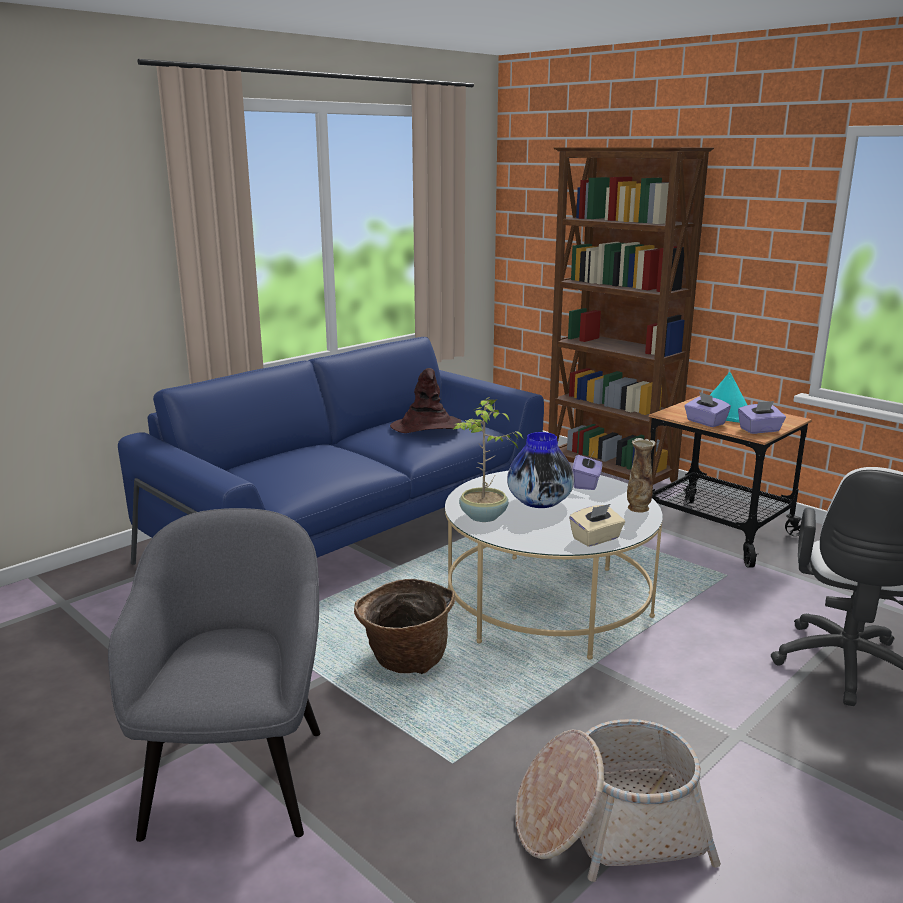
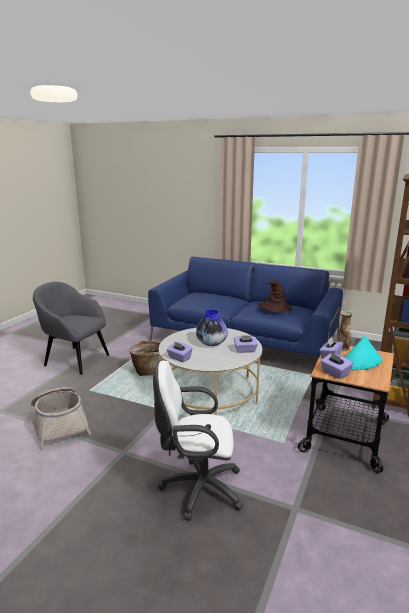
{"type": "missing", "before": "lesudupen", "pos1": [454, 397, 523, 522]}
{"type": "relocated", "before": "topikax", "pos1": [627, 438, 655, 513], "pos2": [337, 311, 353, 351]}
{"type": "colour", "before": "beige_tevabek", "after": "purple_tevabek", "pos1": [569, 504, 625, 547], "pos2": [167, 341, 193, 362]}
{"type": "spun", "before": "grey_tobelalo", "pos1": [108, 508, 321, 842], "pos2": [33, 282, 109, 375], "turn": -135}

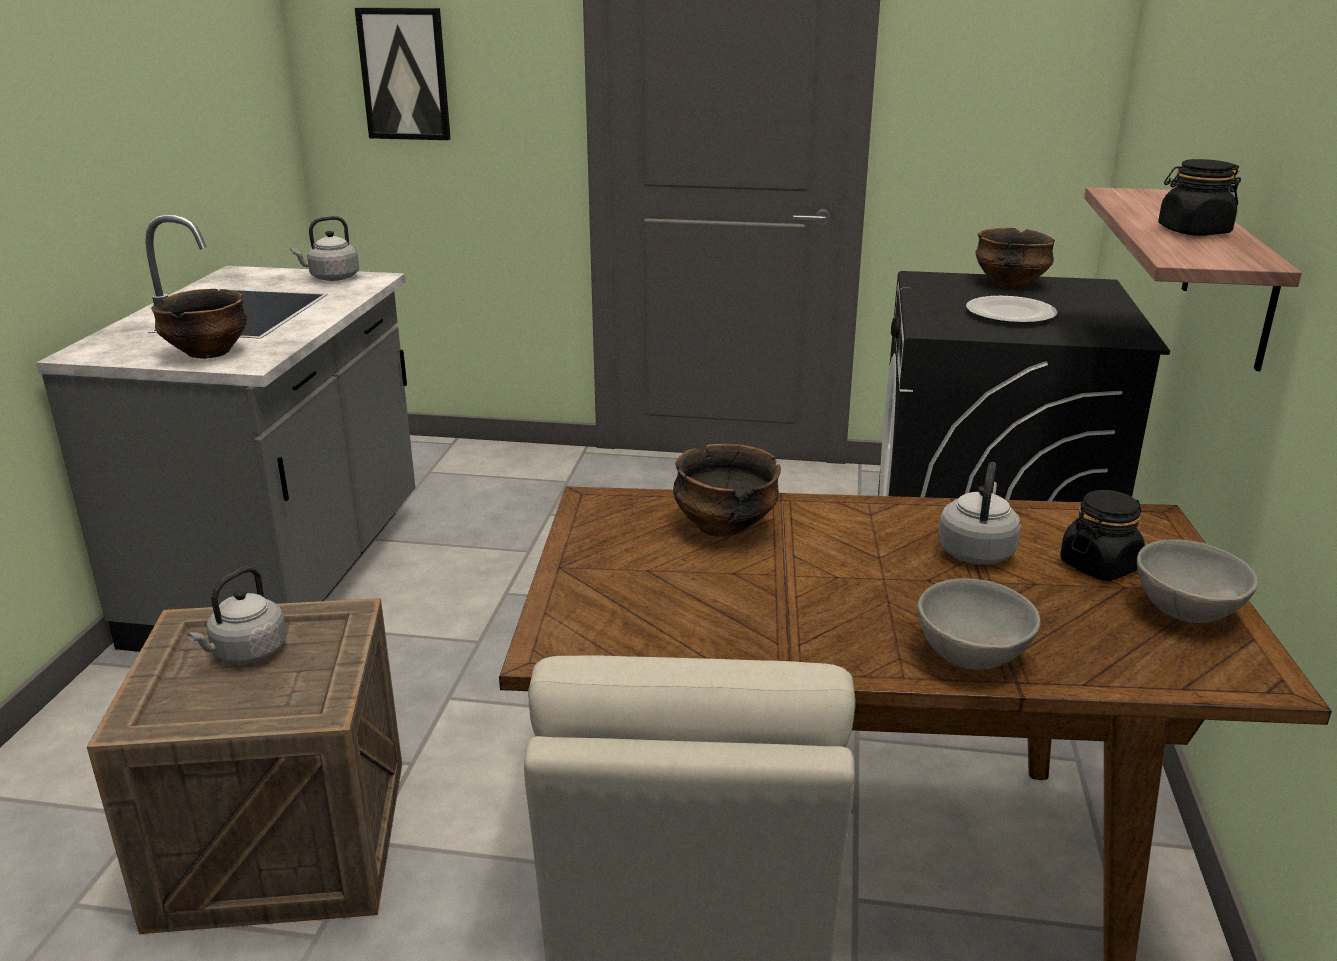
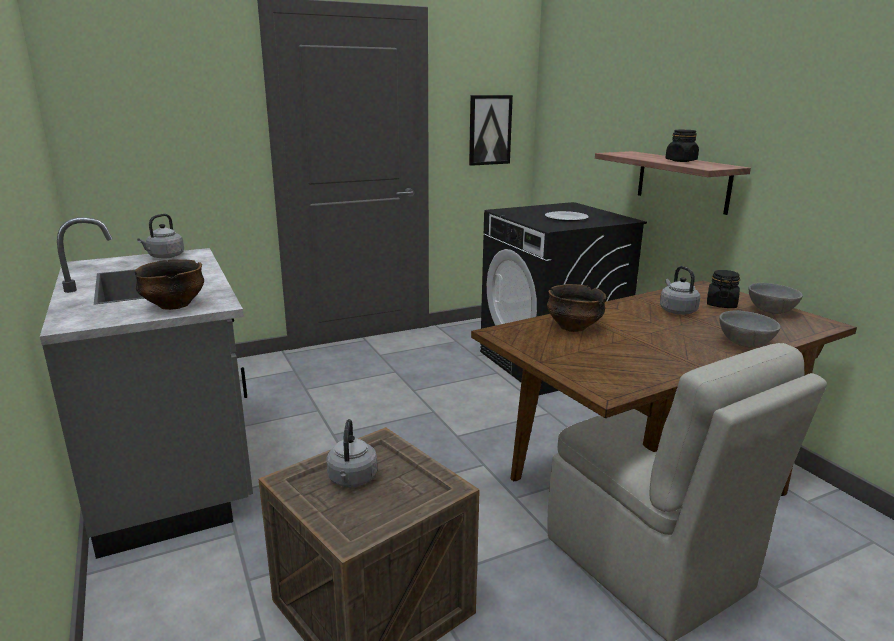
{"type": "missing", "before": "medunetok", "pos1": [975, 228, 1055, 289]}
{"type": "relocated", "before": "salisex", "pos1": [355, 7, 451, 140], "pos2": [469, 95, 513, 166]}

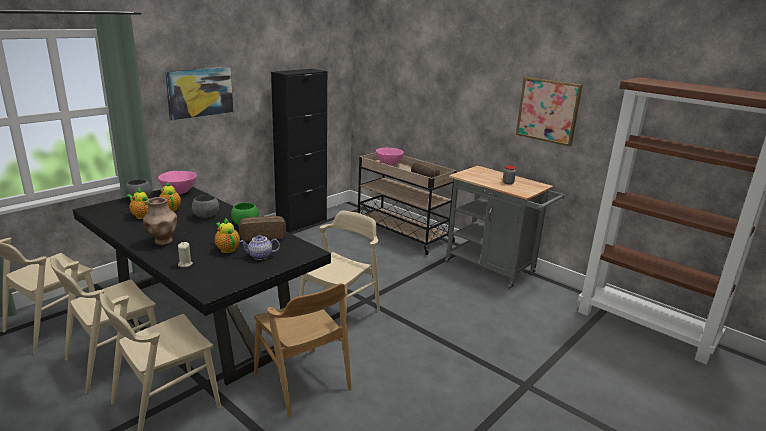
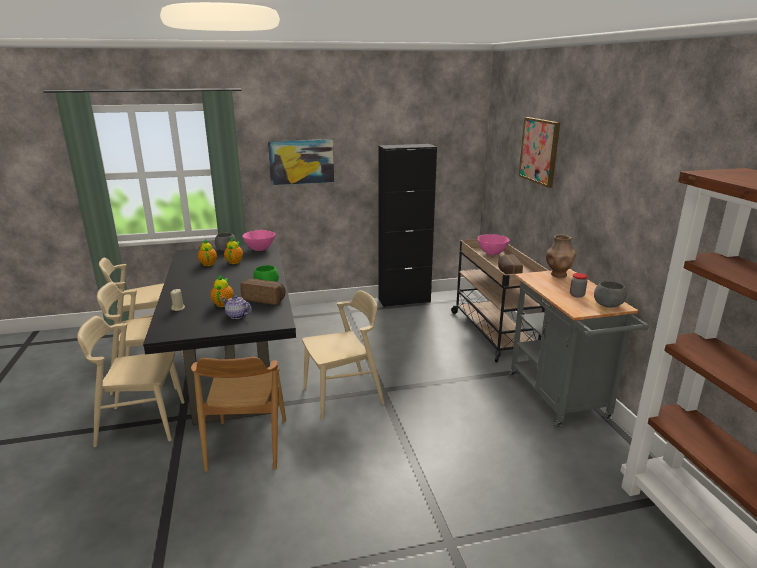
{"type": "relocated", "before": "brown_topikax", "pos1": [143, 197, 177, 245], "pos2": [546, 235, 576, 278]}
{"type": "relocated", "before": "grey_medunetok", "pos1": [192, 195, 219, 218], "pos2": [594, 281, 627, 308]}
{"type": "relocated", "before": "salisex", "pos1": [516, 77, 583, 146], "pos2": [519, 117, 560, 188]}

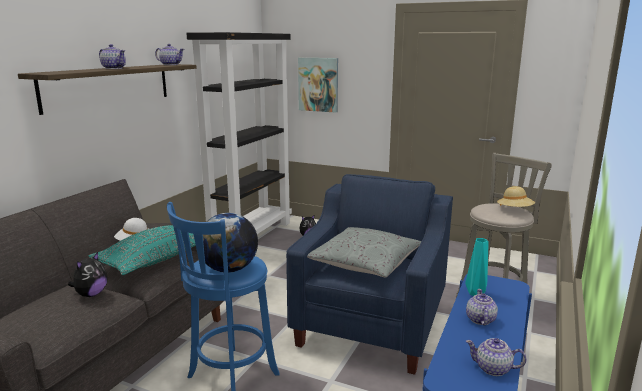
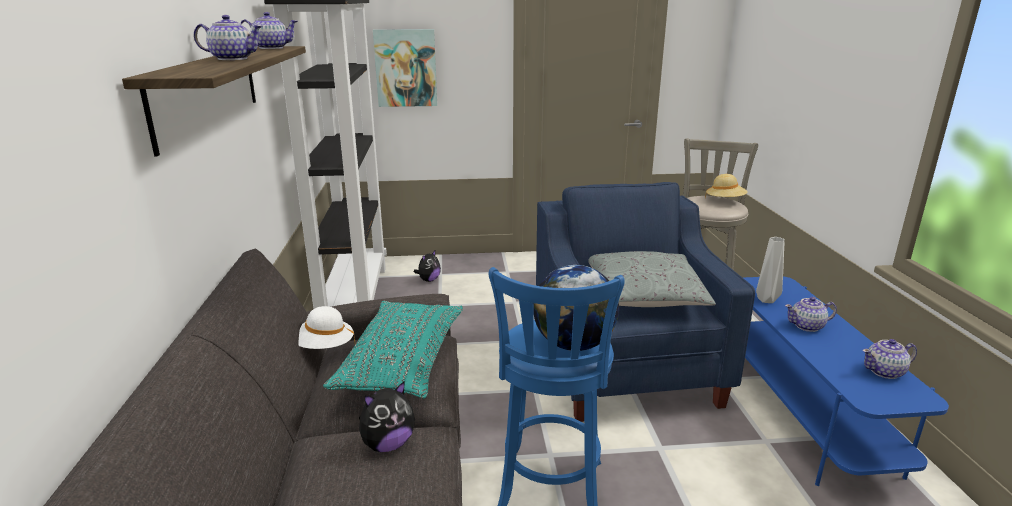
{"type": "colour", "before": "turquoise_topikax", "after": "grey_topikax", "pos1": [465, 238, 489, 296], "pos2": [756, 237, 785, 303]}
{"type": "spun", "before": "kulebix", "pos1": [68, 252, 107, 297], "pos2": [359, 382, 415, 452], "turn": 60}
{"type": "spun", "before": "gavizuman", "pos1": [466, 289, 498, 325], "pos2": [785, 297, 837, 332], "turn": -75}

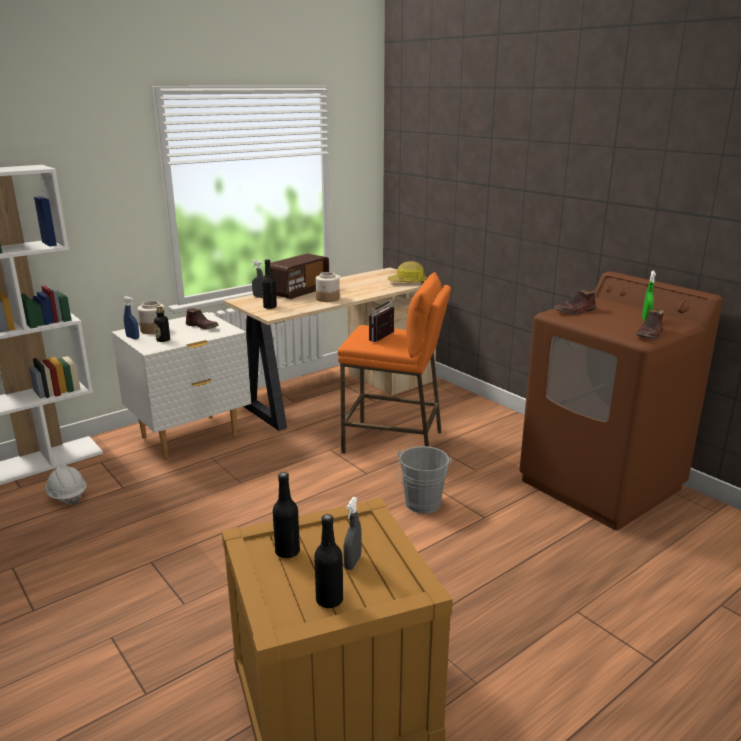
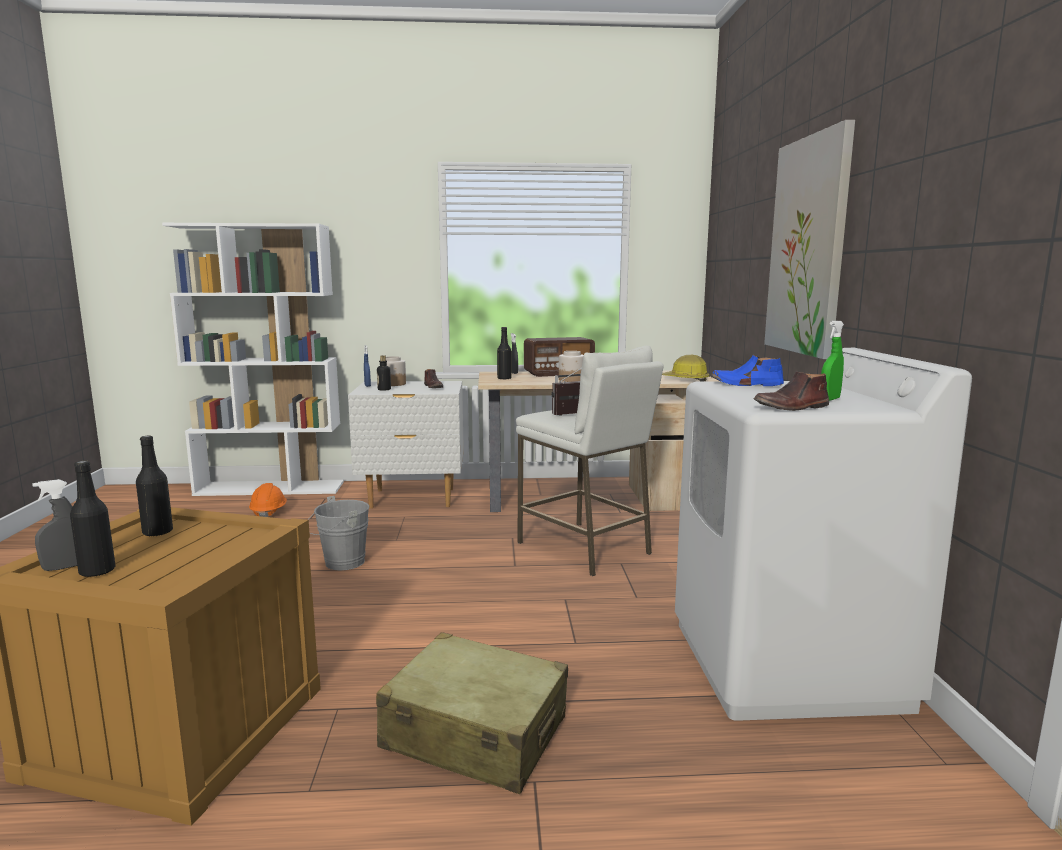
{"type": "appeared", "after": "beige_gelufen", "pos2": [376, 632, 568, 794]}
{"type": "appeared", "after": "salisex", "pos2": [764, 120, 855, 359]}
{"type": "relocated", "before": "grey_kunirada", "pos1": [344, 497, 362, 570], "pos2": [32, 479, 77, 571]}
{"type": "relocated", "before": "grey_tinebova", "pos1": [396, 446, 451, 514], "pos2": [308, 496, 369, 571]}
{"type": "colour", "before": "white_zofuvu", "after": "orange_zofuvu", "pos1": [45, 465, 86, 505], "pos2": [249, 483, 287, 517]}
{"type": "colour", "before": "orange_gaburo", "after": "white_gaburo", "pos1": [338, 272, 451, 453], "pos2": [516, 346, 663, 576]}
{"type": "colour", "before": "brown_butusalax", "after": "white_butusalax", "pos1": [520, 271, 723, 530], "pos2": [675, 348, 972, 721]}
{"type": "colour", "before": "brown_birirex", "after": "blue_birirex", "pos1": [554, 290, 596, 314], "pos2": [711, 355, 784, 386]}

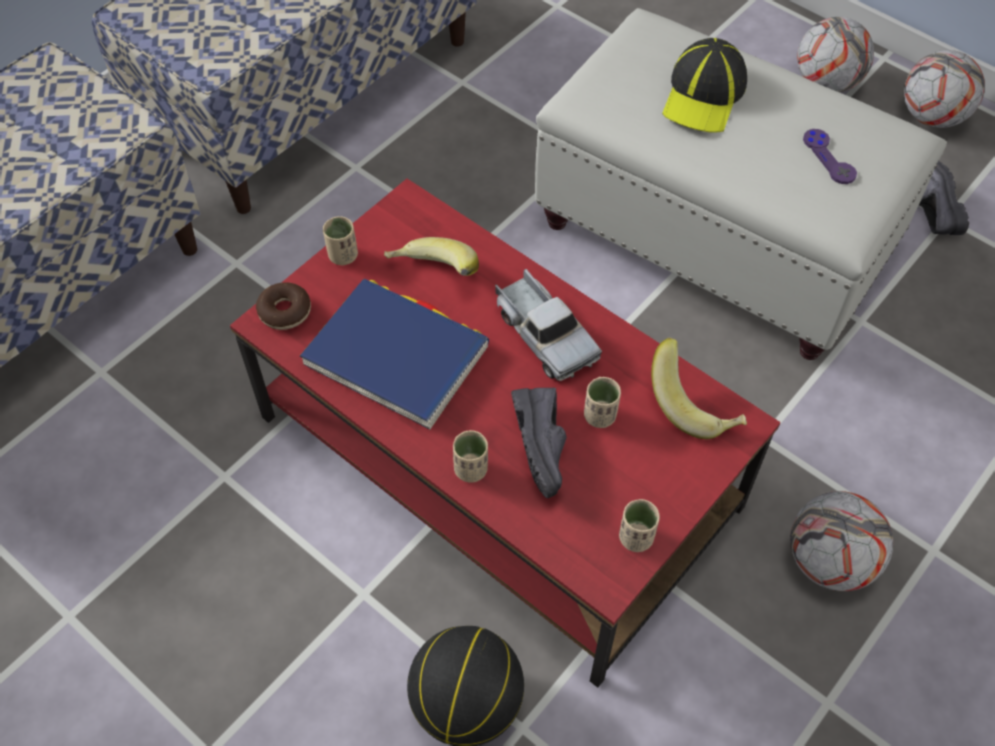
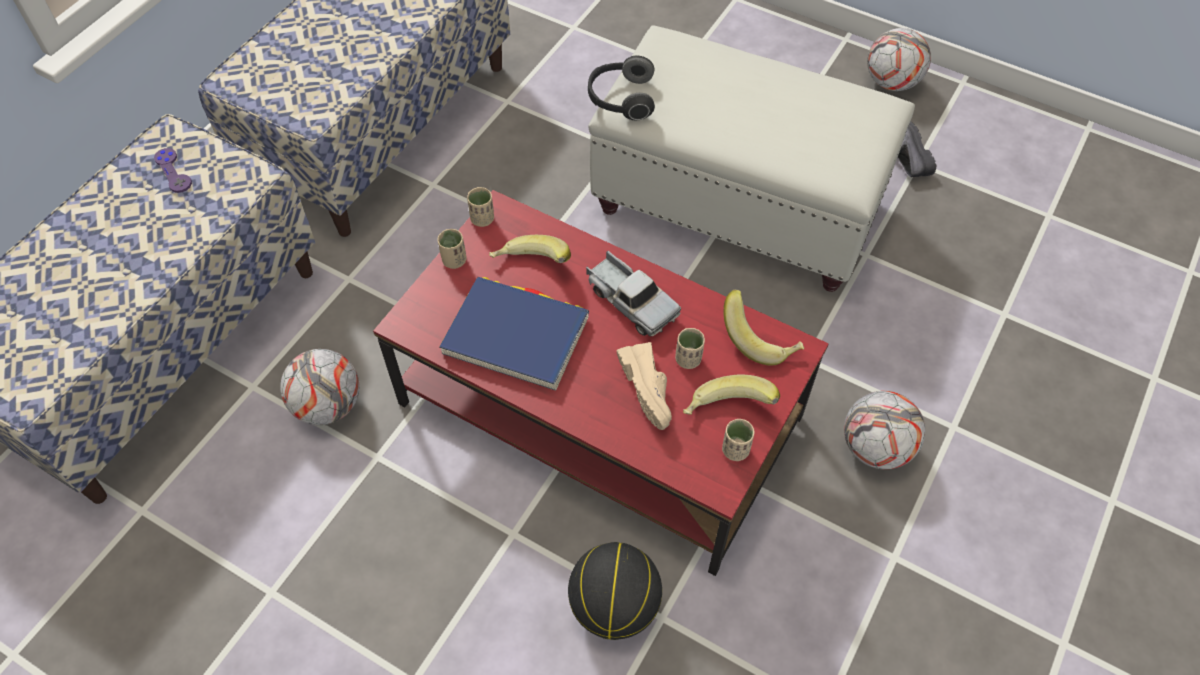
{"type": "missing", "before": "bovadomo", "pos1": [256, 282, 311, 330]}
{"type": "missing", "before": "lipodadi", "pos1": [662, 38, 747, 133]}
{"type": "appeared", "after": "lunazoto", "pos2": [588, 56, 655, 120]}
{"type": "appeared", "after": "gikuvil", "pos2": [683, 374, 780, 415]}
{"type": "relocated", "before": "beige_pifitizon", "pos1": [453, 430, 488, 483], "pos2": [467, 187, 494, 227]}
{"type": "relocated", "before": "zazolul", "pos1": [797, 17, 874, 93], "pos2": [280, 349, 360, 425]}
{"type": "relocated", "before": "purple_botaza", "pos1": [803, 129, 857, 184], "pos2": [154, 148, 192, 193]}
{"type": "colour", "before": "black_birirex", "after": "beige_birirex", "pos1": [511, 388, 567, 498], "pos2": [616, 342, 672, 430]}

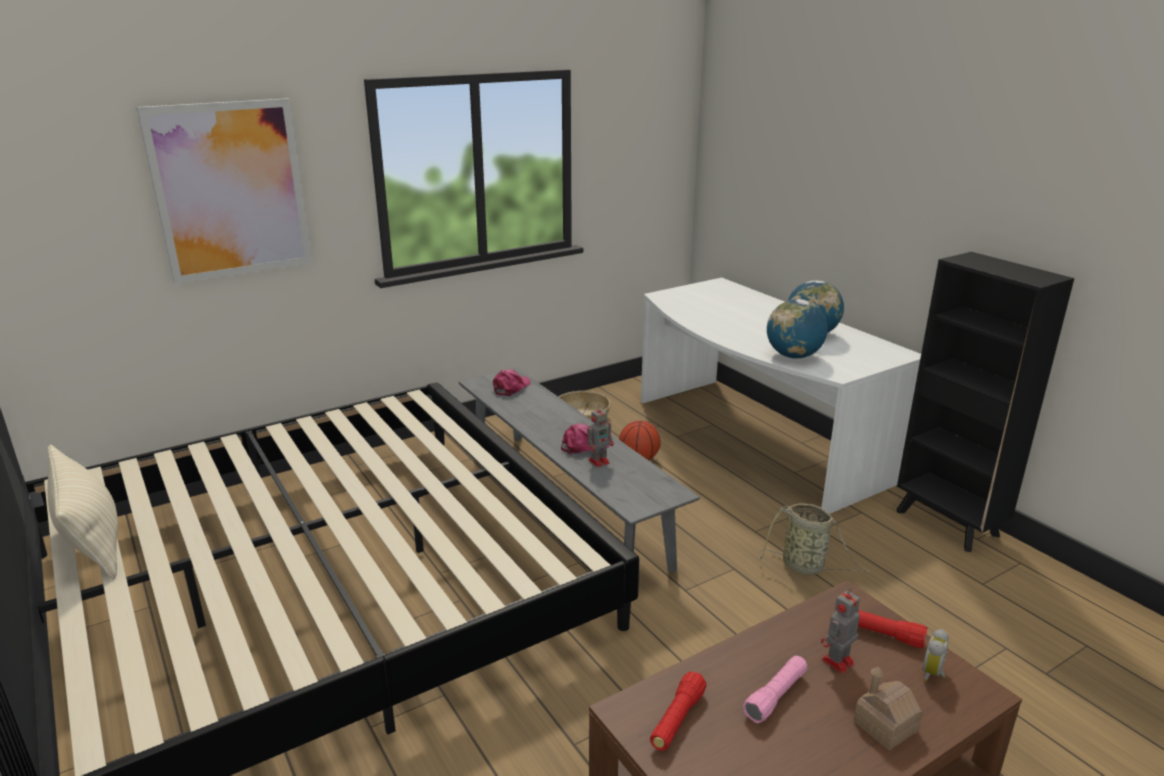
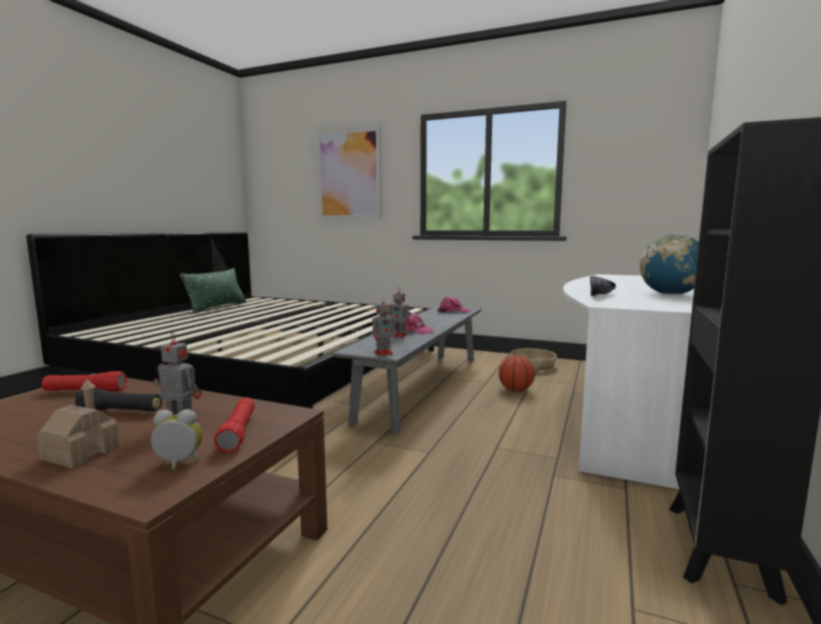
{"type": "missing", "before": "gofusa", "pos1": [759, 503, 871, 575]}
{"type": "appeared", "after": "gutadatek", "pos2": [372, 297, 397, 356]}
{"type": "exchanged", "before": "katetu", "after": "black_birirex", "pos1": [767, 299, 828, 359], "pos2": [590, 276, 616, 296]}
{"type": "colour", "before": "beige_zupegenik", "after": "green_zupegenik", "pos1": [47, 445, 118, 579], "pos2": [180, 268, 246, 314]}
{"type": "colour", "before": "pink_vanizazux", "after": "black_vanizazux", "pos1": [743, 656, 807, 723], "pos2": [75, 388, 162, 411]}

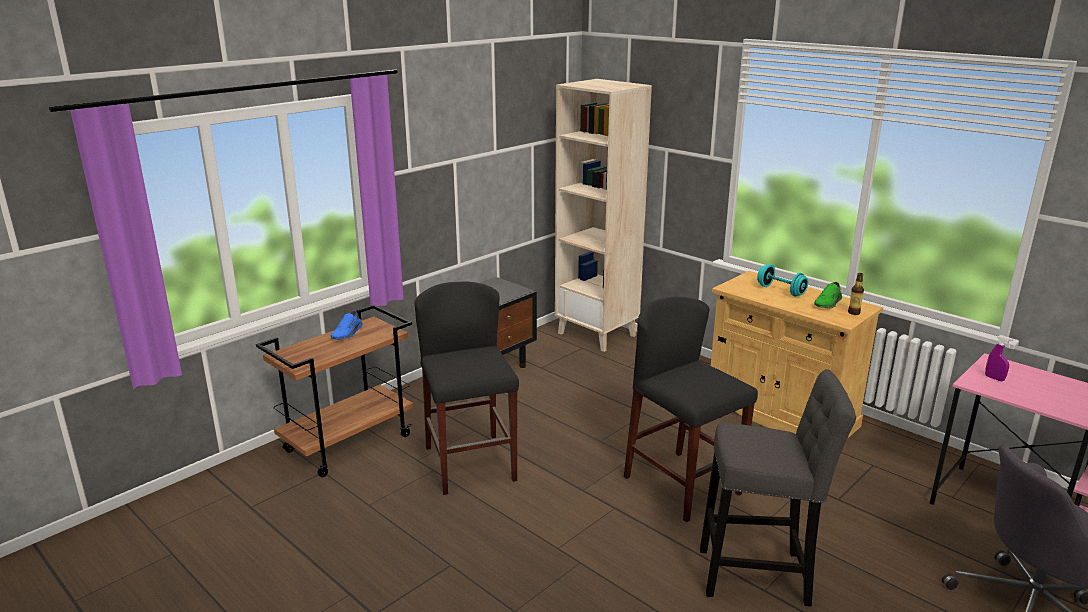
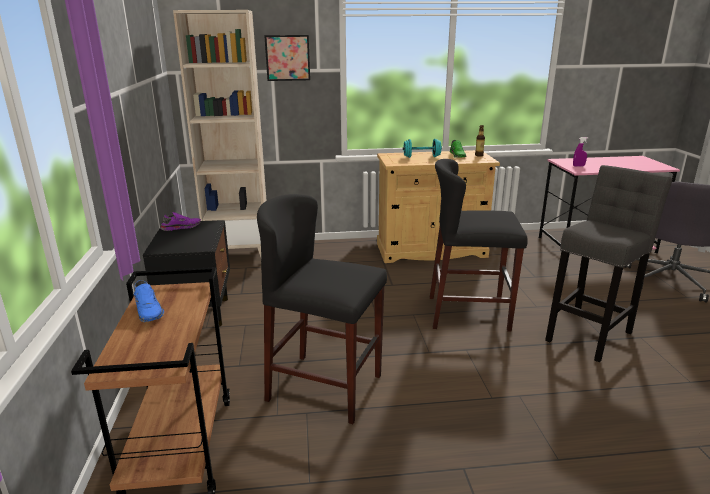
{"type": "appeared", "after": "purple_birirex", "pos2": [160, 212, 201, 231]}
{"type": "appeared", "after": "salisex", "pos2": [264, 35, 310, 81]}

